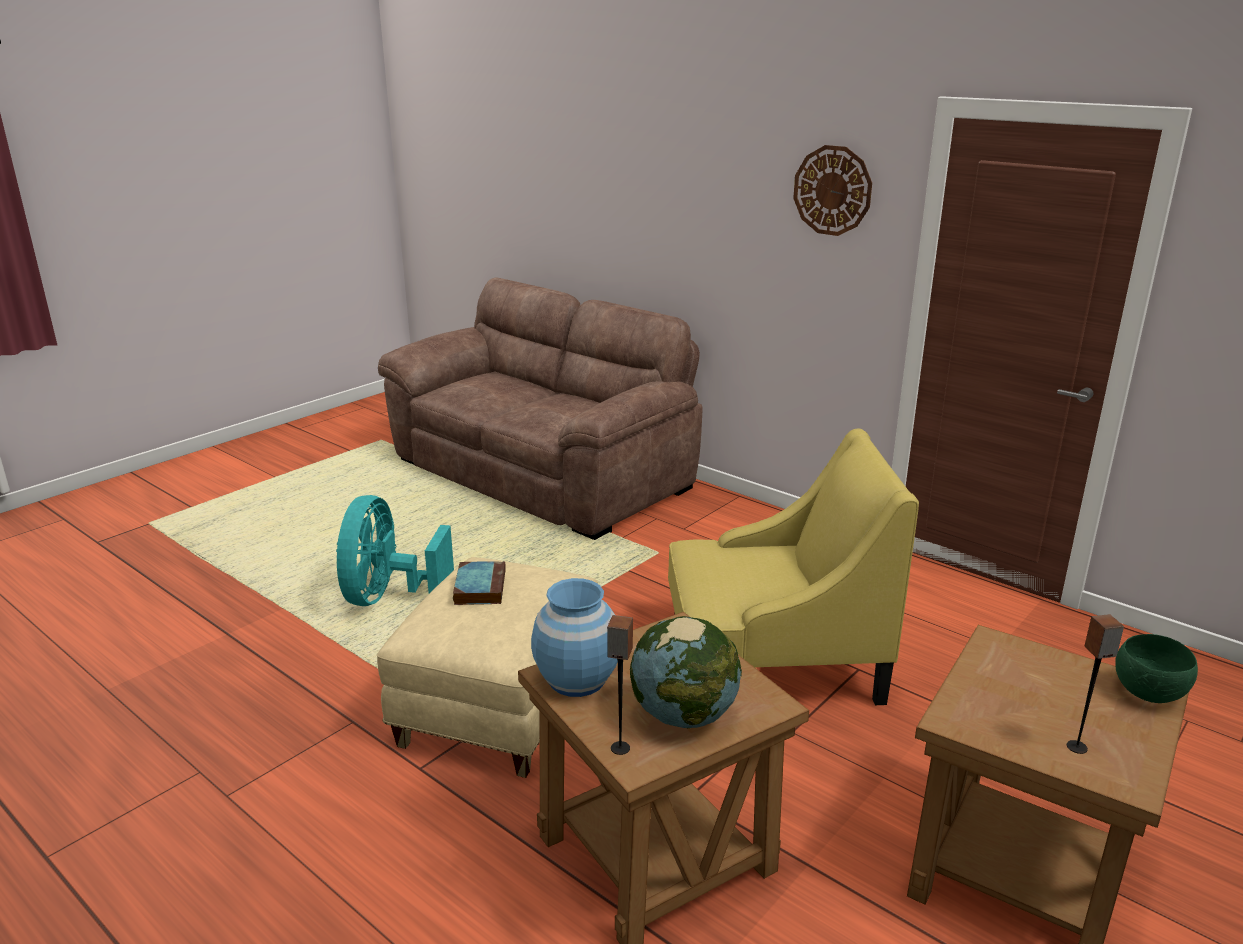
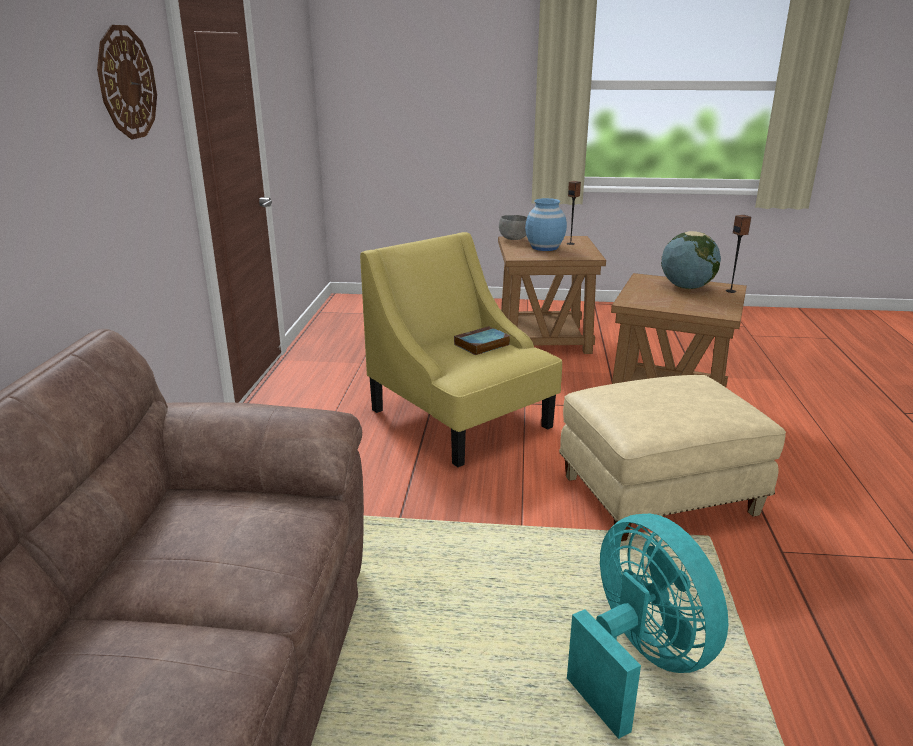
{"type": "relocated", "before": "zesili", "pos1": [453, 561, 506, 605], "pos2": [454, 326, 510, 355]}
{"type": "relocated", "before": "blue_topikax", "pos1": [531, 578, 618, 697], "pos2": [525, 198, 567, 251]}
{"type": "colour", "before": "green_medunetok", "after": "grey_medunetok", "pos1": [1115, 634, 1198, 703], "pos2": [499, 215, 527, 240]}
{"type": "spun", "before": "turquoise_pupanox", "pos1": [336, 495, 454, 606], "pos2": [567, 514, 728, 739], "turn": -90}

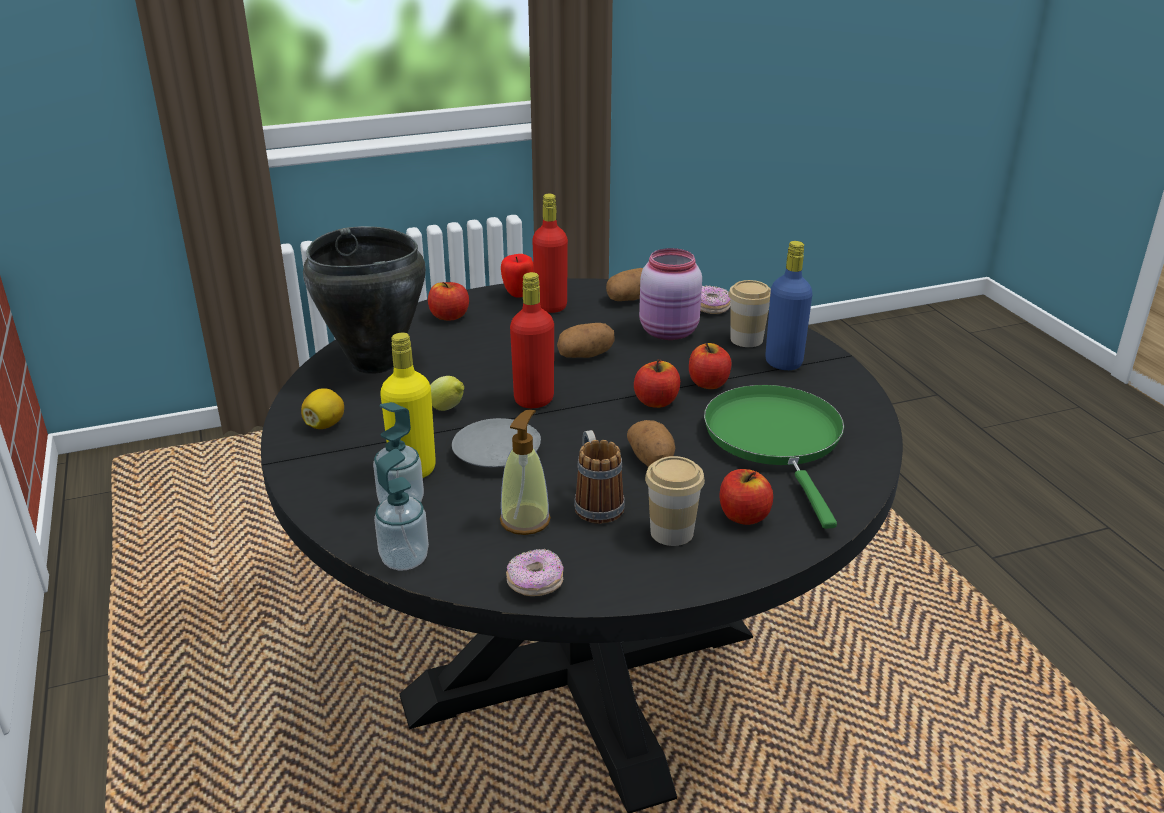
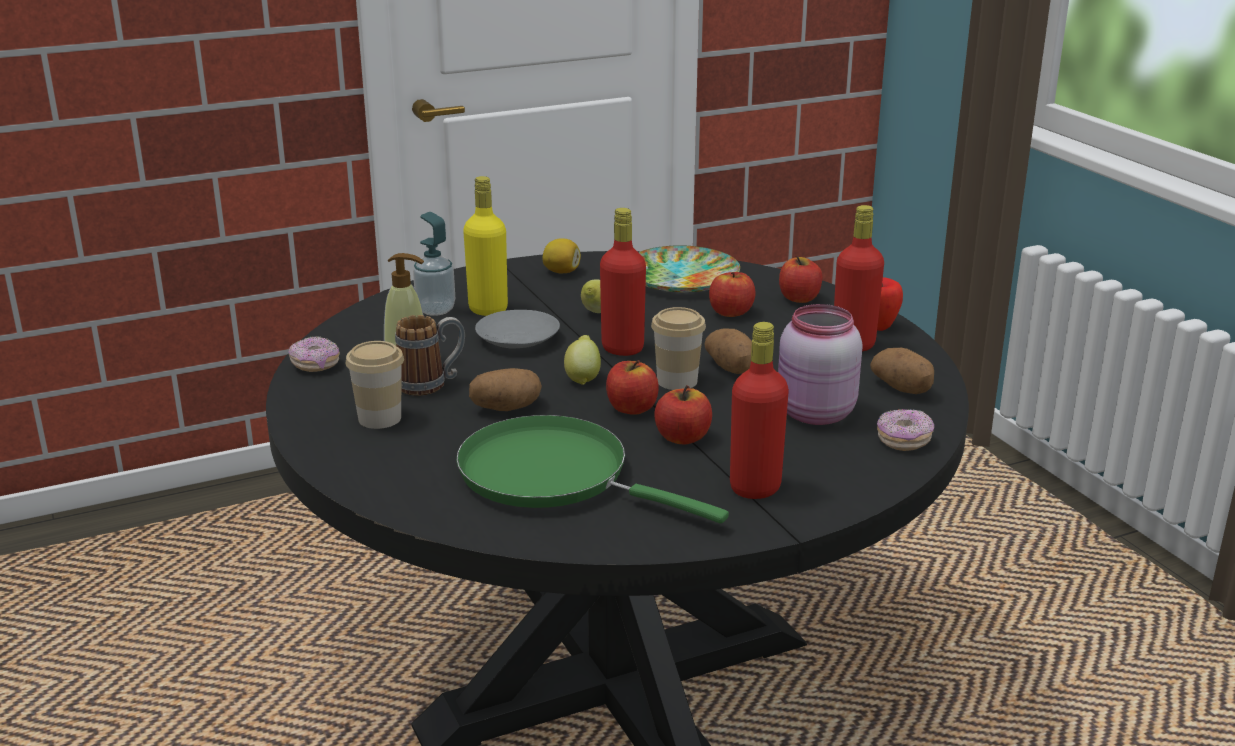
{"type": "missing", "before": "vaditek", "pos1": [374, 449, 429, 570]}
{"type": "appeared", "after": "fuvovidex", "pos2": [564, 335, 601, 385]}
{"type": "relocated", "before": "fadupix", "pos1": [719, 469, 773, 525], "pos2": [709, 272, 756, 317]}
{"type": "relocated", "before": "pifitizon", "pos1": [728, 280, 771, 347], "pos2": [651, 307, 706, 390]}
{"type": "exchanged", "before": "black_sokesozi", "after": "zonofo", "pos1": [303, 226, 426, 374], "pos2": [639, 245, 740, 293]}
{"type": "colour", "before": "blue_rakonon", "after": "red_rakonon", "pos1": [765, 241, 813, 370], "pos2": [730, 322, 789, 499]}
{"type": "spun", "before": "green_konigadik", "pos1": [704, 385, 844, 529], "pos2": [456, 415, 729, 524], "turn": -135}

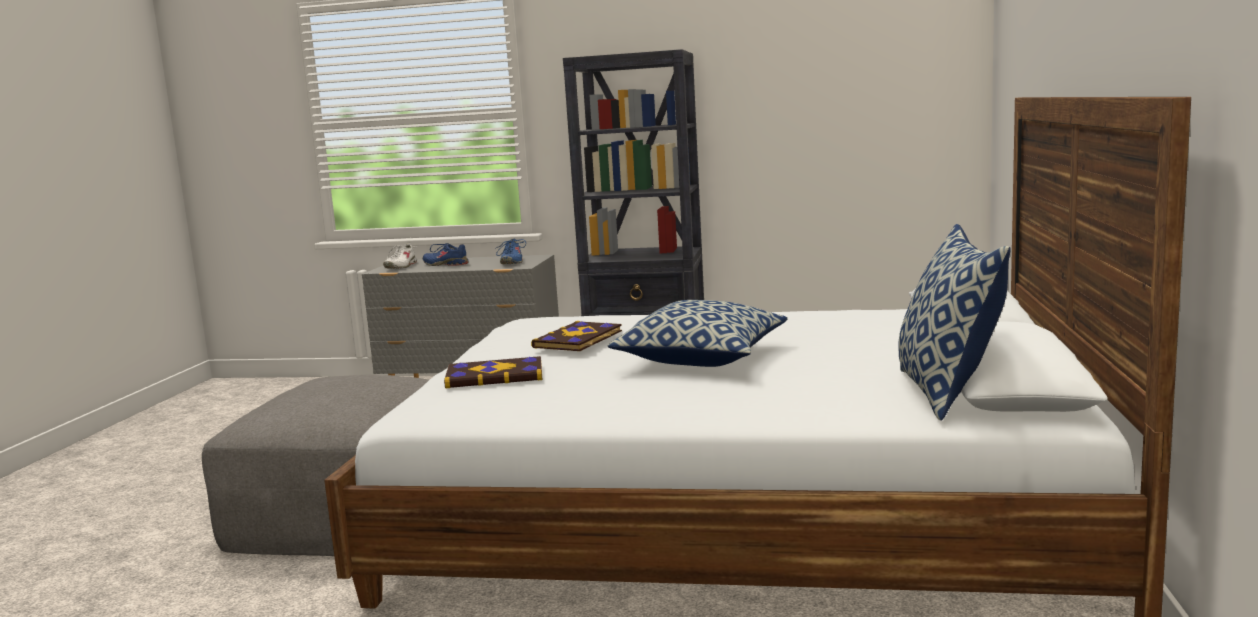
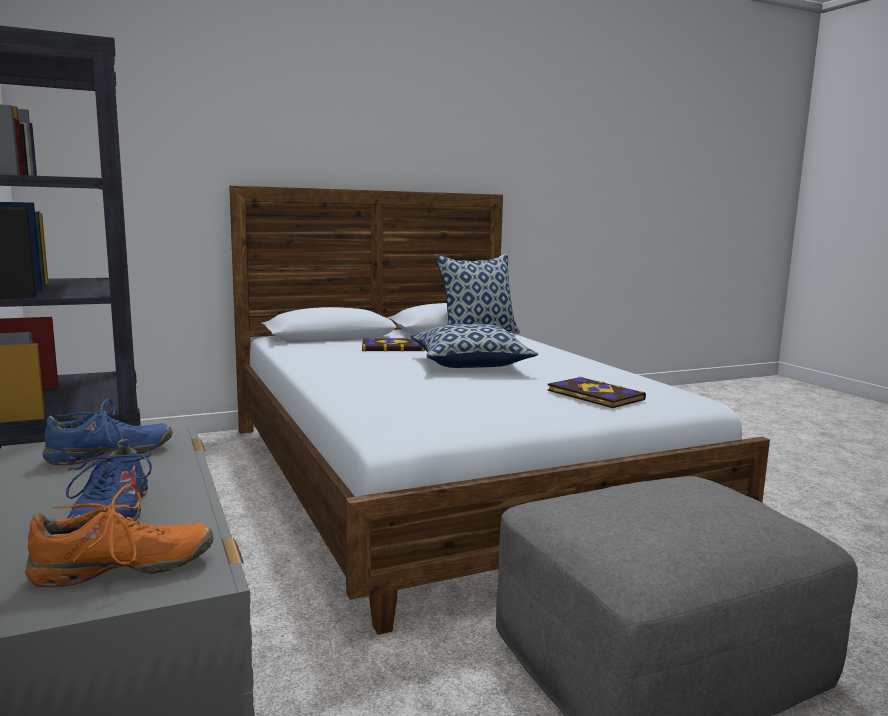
{"type": "relocated", "before": "zesili", "pos1": [531, 321, 622, 351], "pos2": [362, 337, 425, 351]}
{"type": "colour", "before": "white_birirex", "after": "orange_birirex", "pos1": [383, 243, 417, 269], "pos2": [25, 484, 214, 588]}

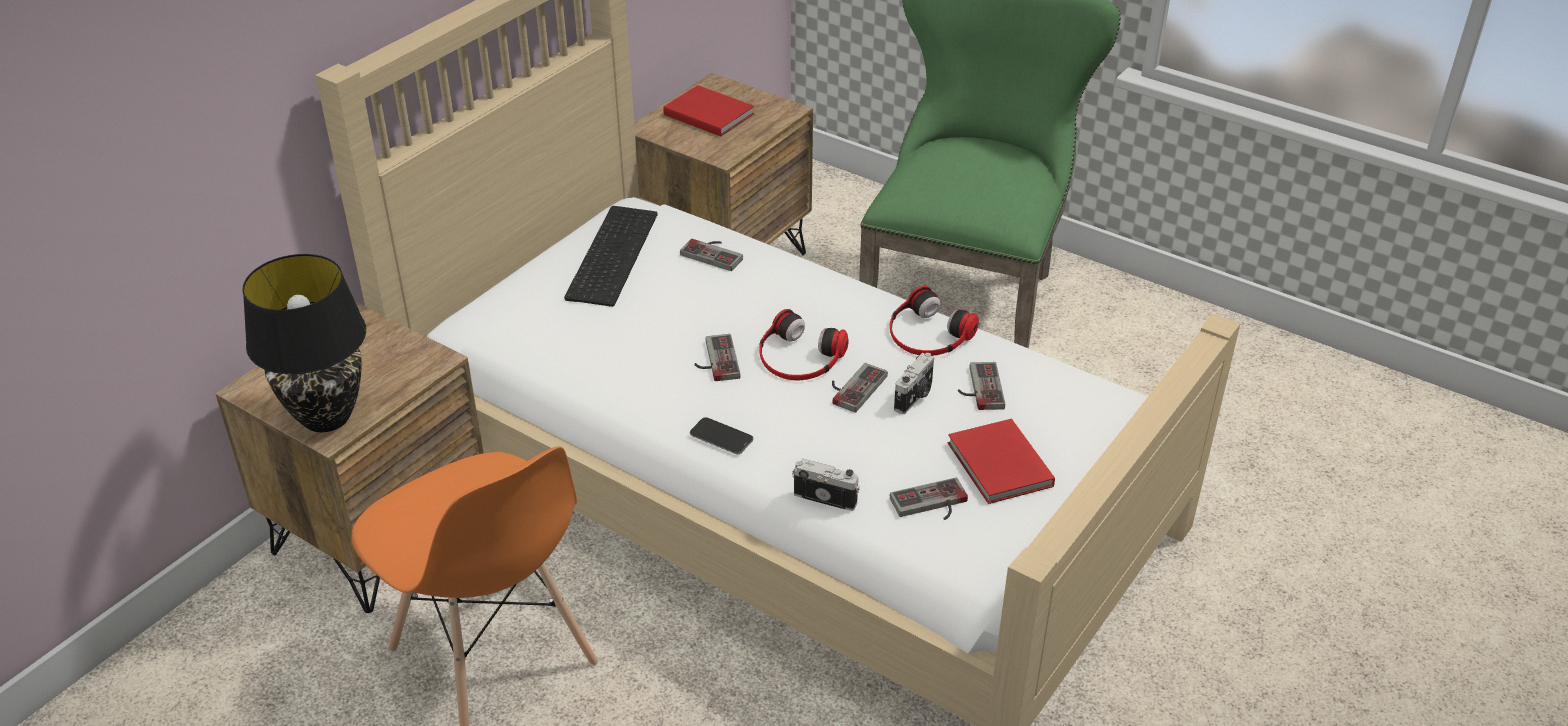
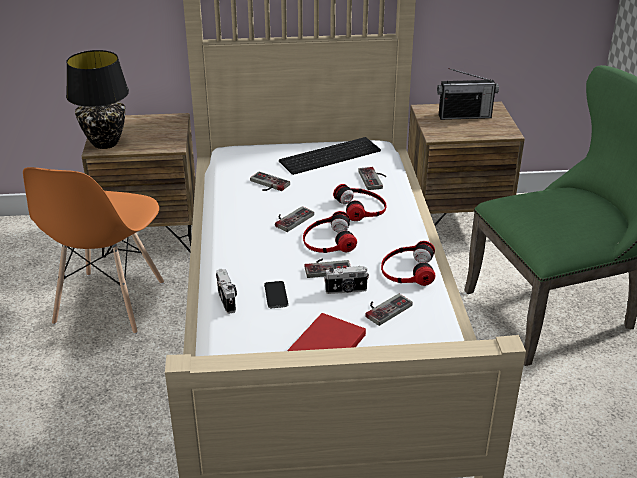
{"type": "appeared", "after": "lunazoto", "pos2": [333, 184, 387, 221]}
{"type": "relocated", "before": "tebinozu", "pos1": [690, 417, 753, 454], "pos2": [264, 281, 289, 308]}
{"type": "relocated", "before": "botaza", "pos1": [890, 478, 968, 520], "pos2": [250, 172, 290, 191]}
{"type": "exchanged", "before": "red_zesili", "after": "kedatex", "pos1": [663, 85, 754, 136], "pos2": [437, 68, 499, 120]}

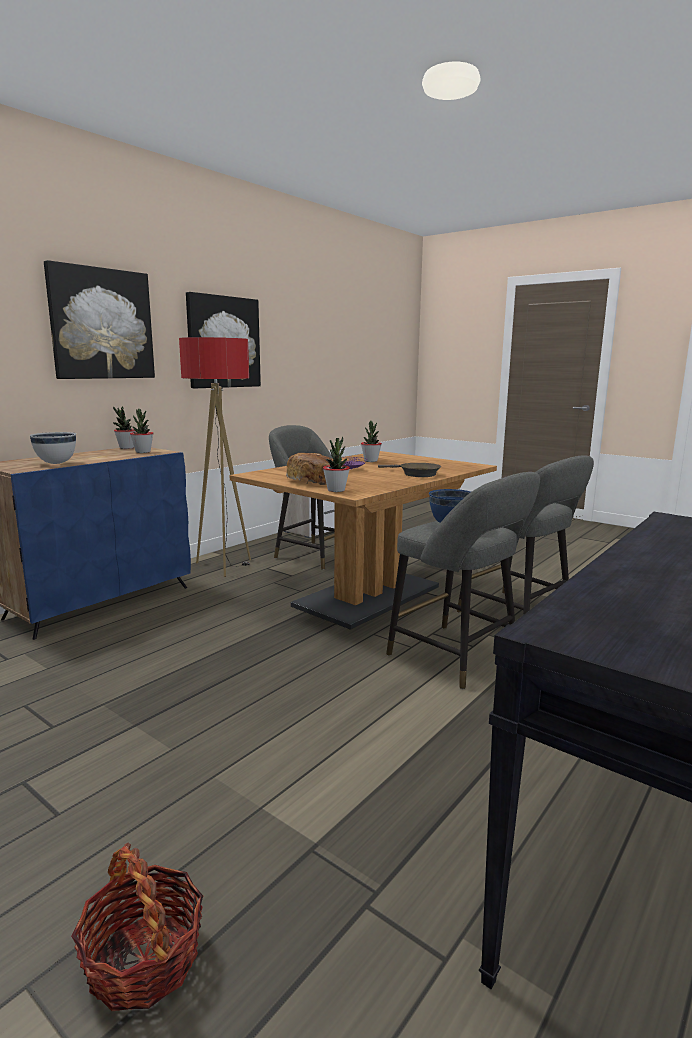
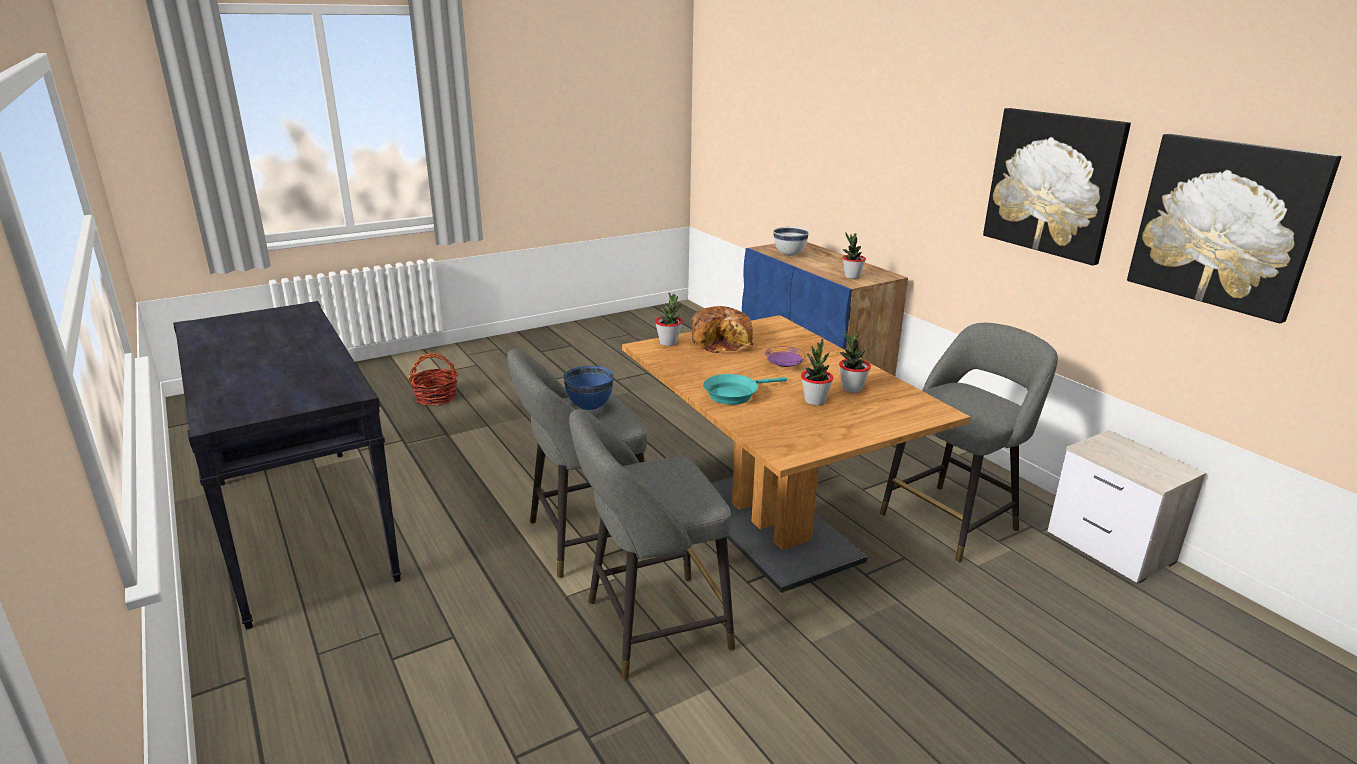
{"type": "missing", "before": "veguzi", "pos1": [179, 337, 251, 577]}
{"type": "relocated", "before": "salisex", "pos1": [44, 260, 155, 379], "pos2": [1127, 134, 1342, 323]}
{"type": "relocated", "before": "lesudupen", "pos1": [113, 406, 136, 449], "pos2": [801, 338, 834, 405]}
{"type": "colour", "before": "brown_konigadik", "after": "turquoise_konigadik", "pos1": [378, 463, 441, 477], "pos2": [703, 374, 787, 405]}

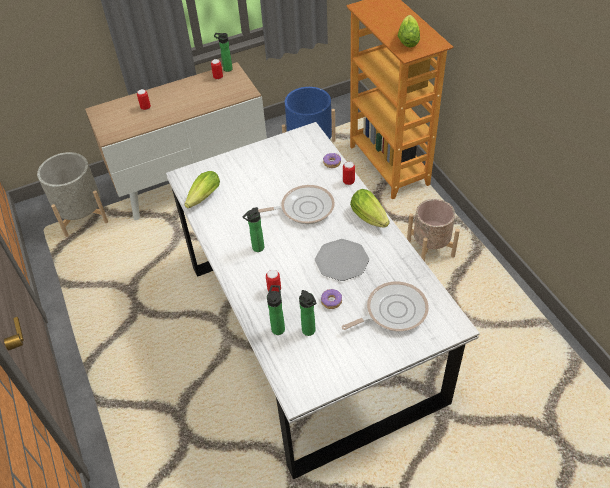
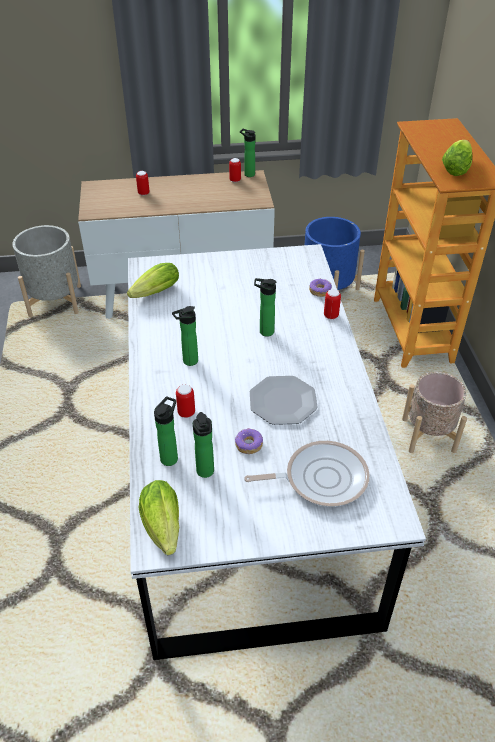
{"type": "relocated", "before": "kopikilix", "pos1": [350, 189, 390, 228], "pos2": [138, 480, 179, 555]}
{"type": "exchanged", "before": "konigadik", "after": "rakonon", "pos1": [258, 185, 335, 224], "pos2": [254, 278, 277, 337]}

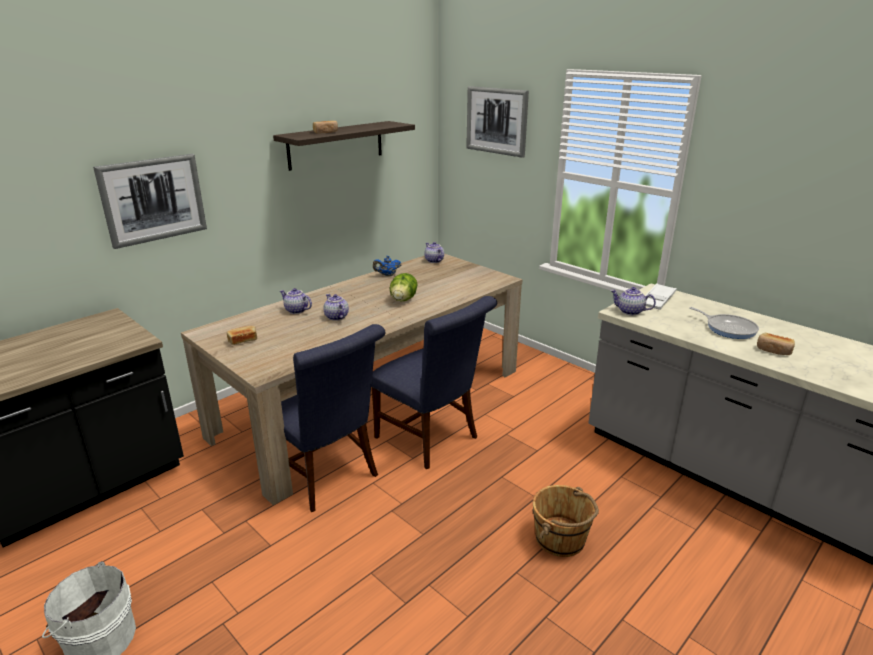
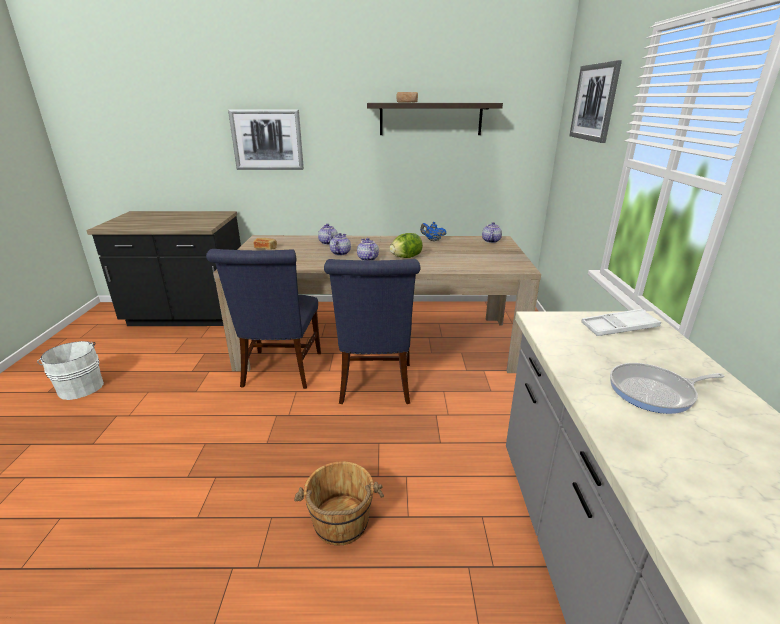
{"type": "missing", "before": "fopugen", "pos1": [757, 333, 795, 355]}
{"type": "relocated", "before": "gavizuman", "pos1": [610, 287, 656, 315], "pos2": [357, 238, 379, 260]}
{"type": "spun", "before": "konigadik", "pos1": [690, 307, 759, 339], "pos2": [610, 363, 725, 414], "turn": 75}

